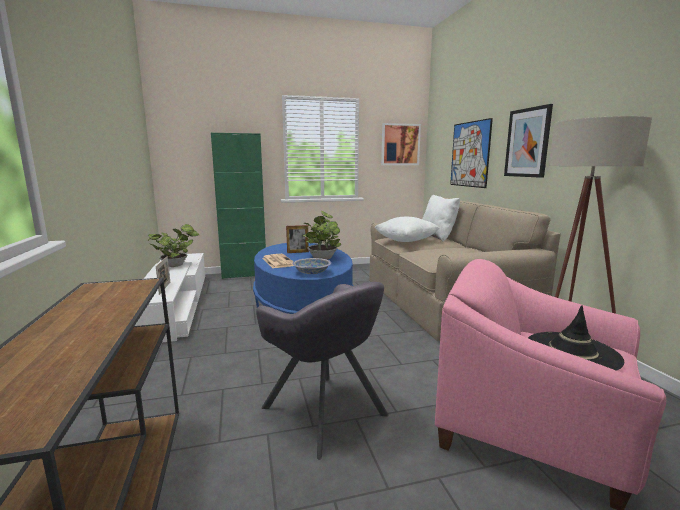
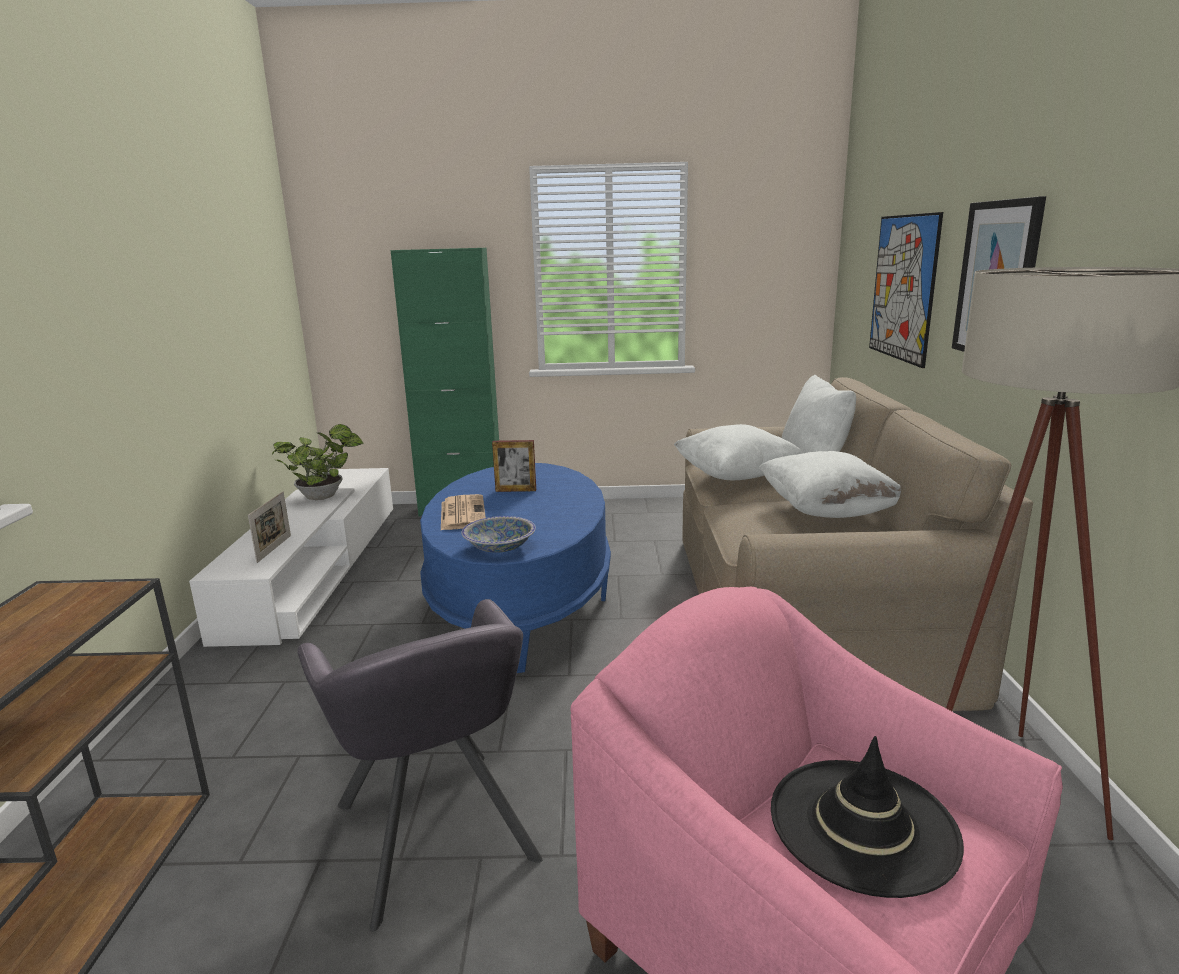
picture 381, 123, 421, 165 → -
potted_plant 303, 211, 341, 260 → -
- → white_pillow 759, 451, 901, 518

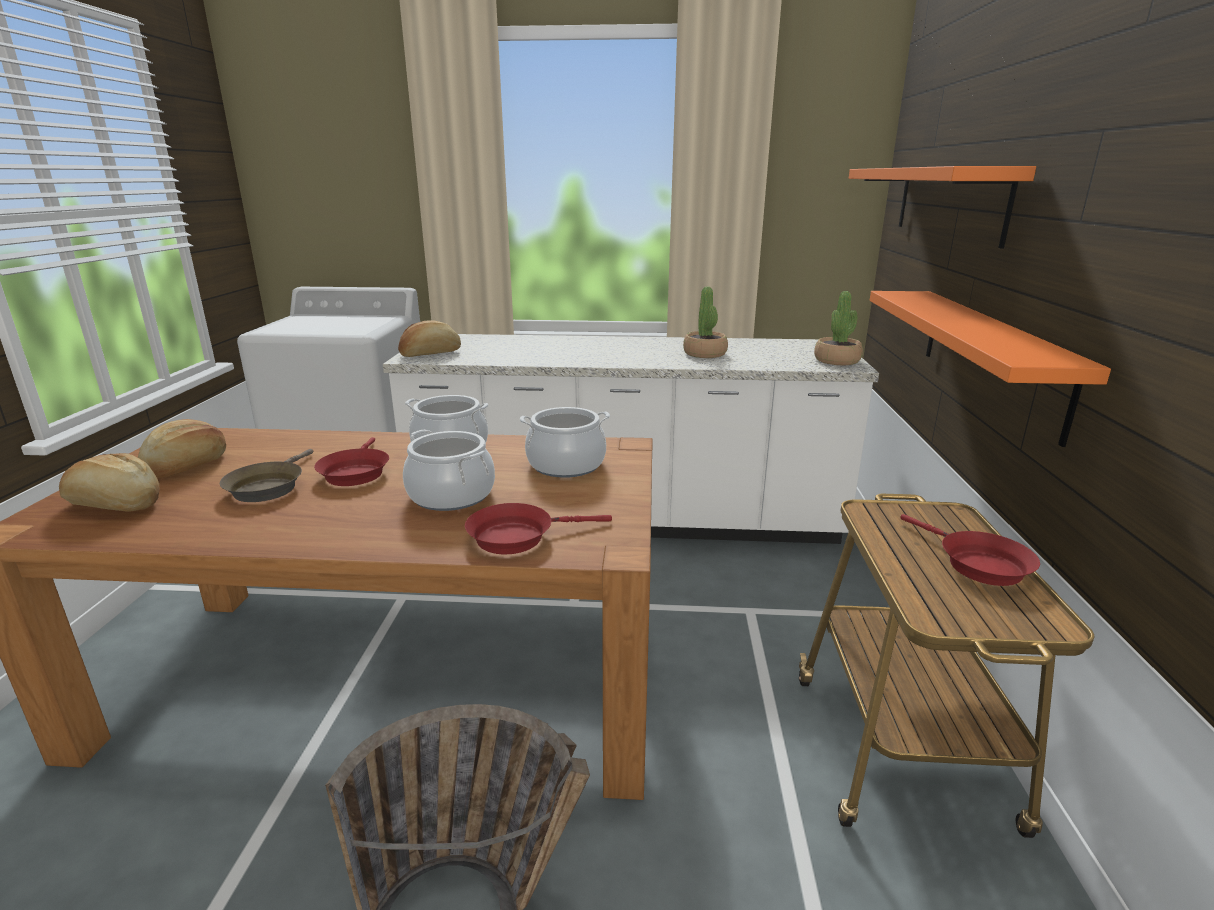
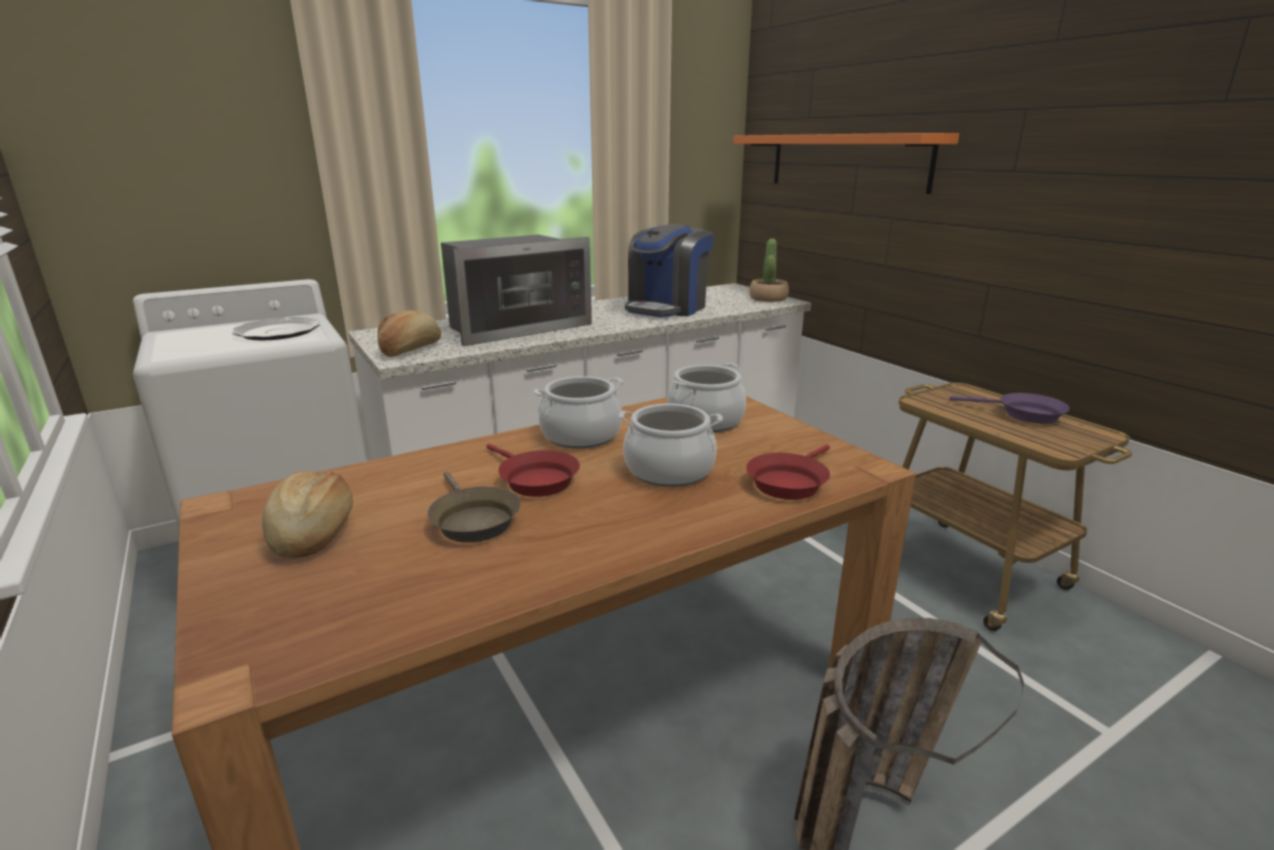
potted_plant 683, 287, 728, 358 → coffee_machine 625, 224, 714, 317
orange_shelf 870, 291, 1111, 447 → -
bread 59, 453, 160, 512 → -
red_frying_pan 900, 514, 1040, 586 → purple_frying_pan 949, 393, 1070, 424
- → microwave 441, 235, 592, 346
- → plate 232, 317, 321, 340

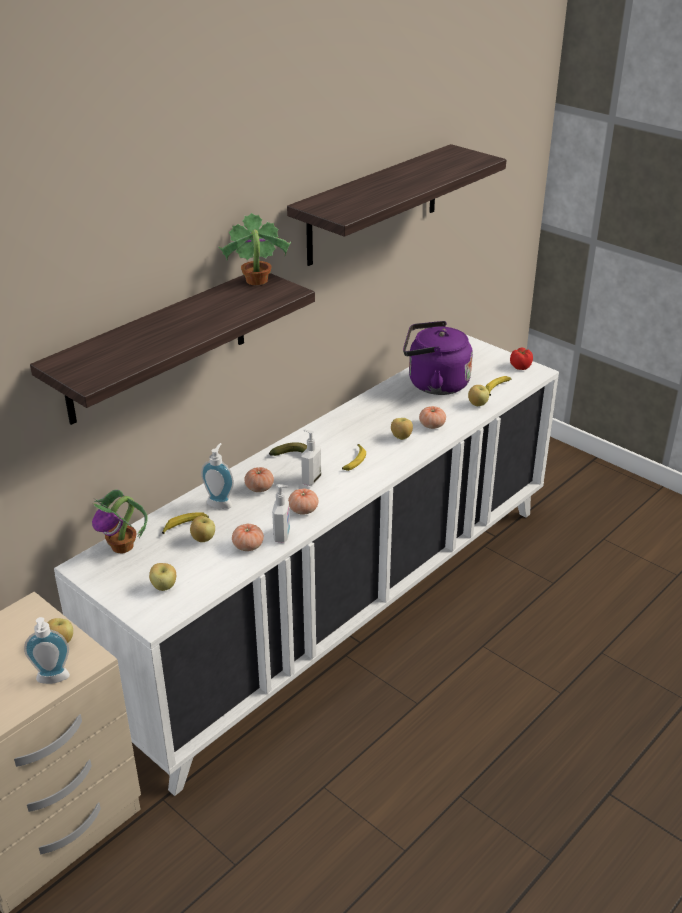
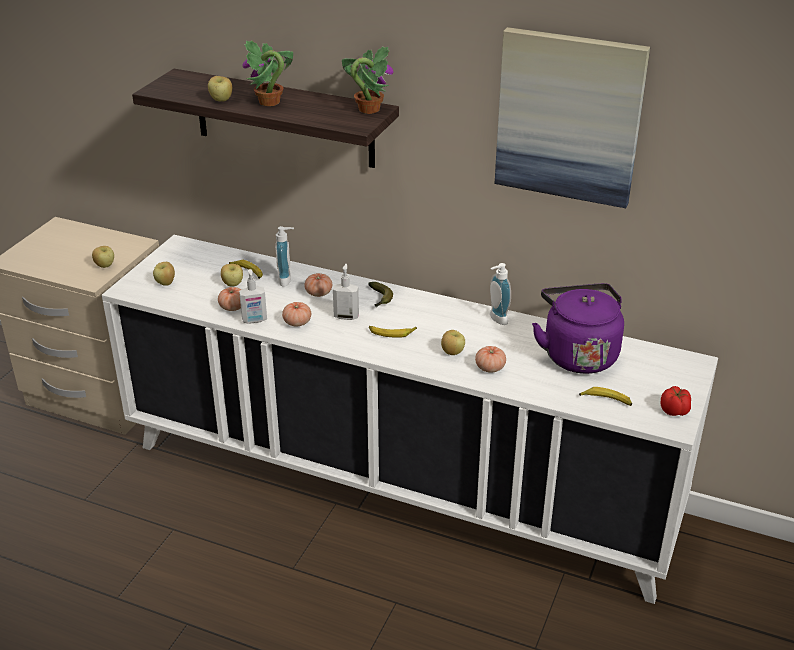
shelf 287, 144, 507, 266 → picture 495, 27, 650, 208
apple 468, 385, 489, 406 → apple 208, 76, 232, 102, move
potted_plant 92, 490, 147, 553 → potted_plant 243, 40, 293, 106, move
soap_dispenser 24, 617, 70, 684 → soap_dispenser 490, 263, 511, 325, move

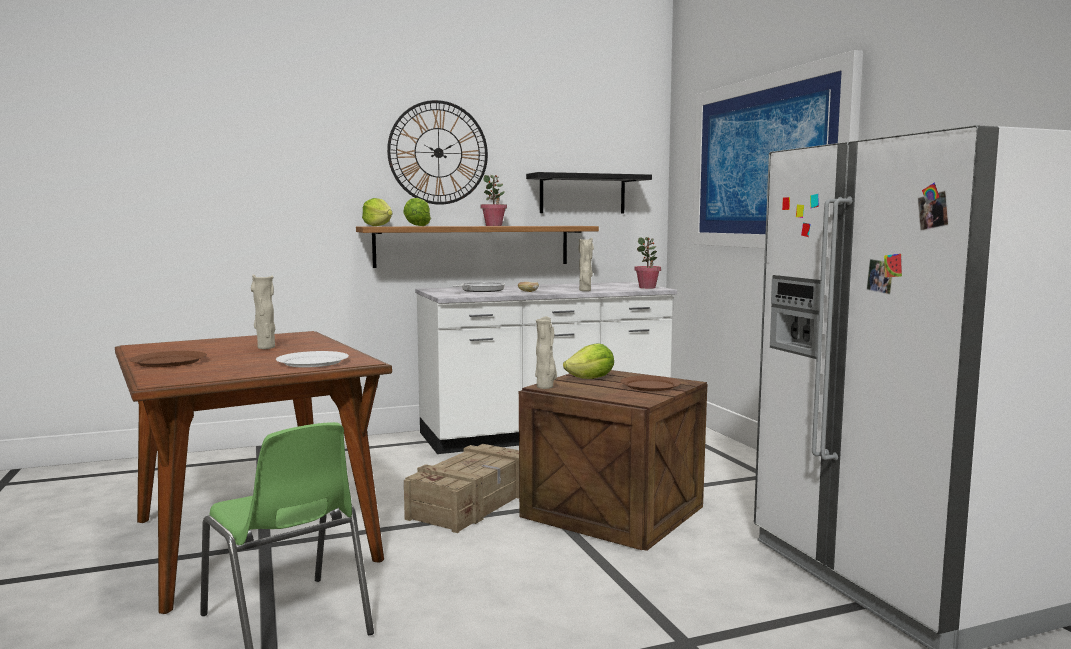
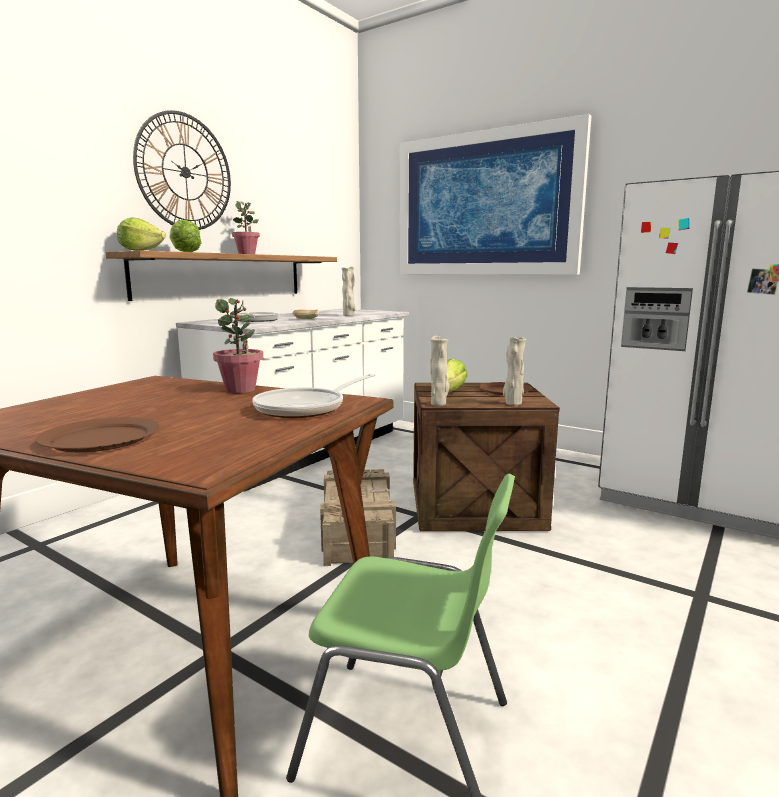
black_shelf 526, 172, 652, 214 → -
potted_plant 634, 237, 661, 289 → potted_plant 213, 298, 263, 393, move
beige_vase 251, 274, 275, 349 → beige_vase 503, 337, 526, 406, move
white_plate 276, 351, 349, 367 → frying_pan 252, 373, 375, 418

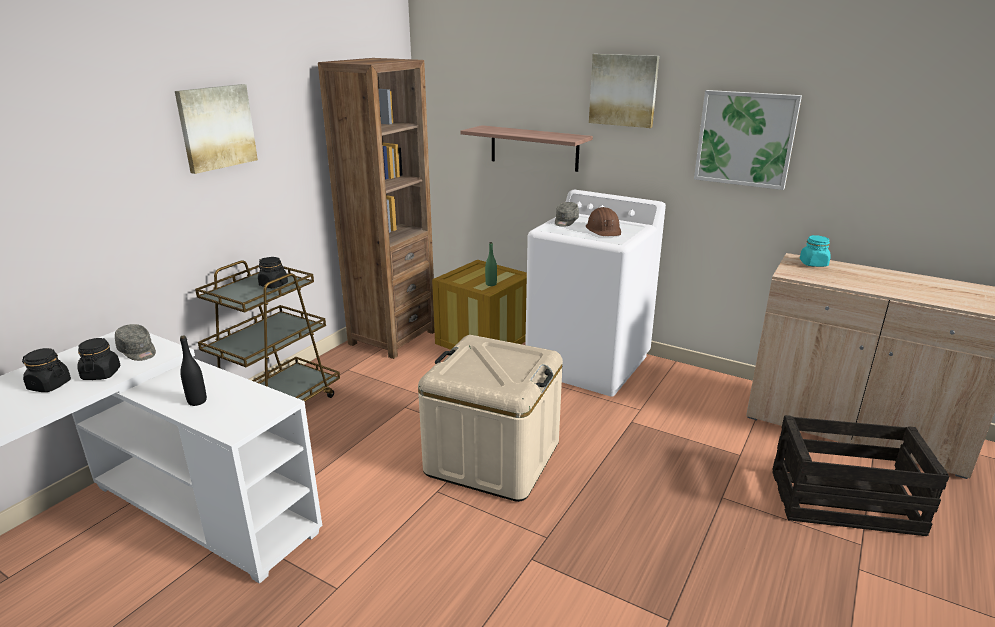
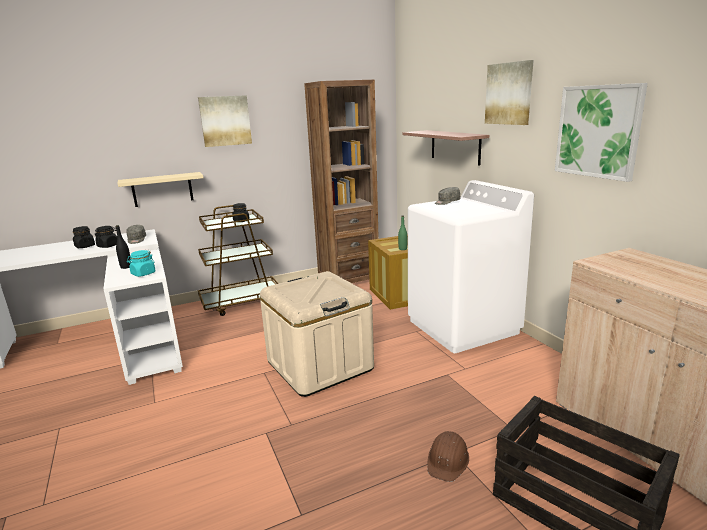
brown_hard_hat 586, 207, 621, 236 → brown_hard_hat 427, 431, 469, 482, move
turquoise_jar 800, 235, 831, 267 → turquoise_jar 127, 250, 156, 277, move
- → beige_shelf 118, 172, 203, 207

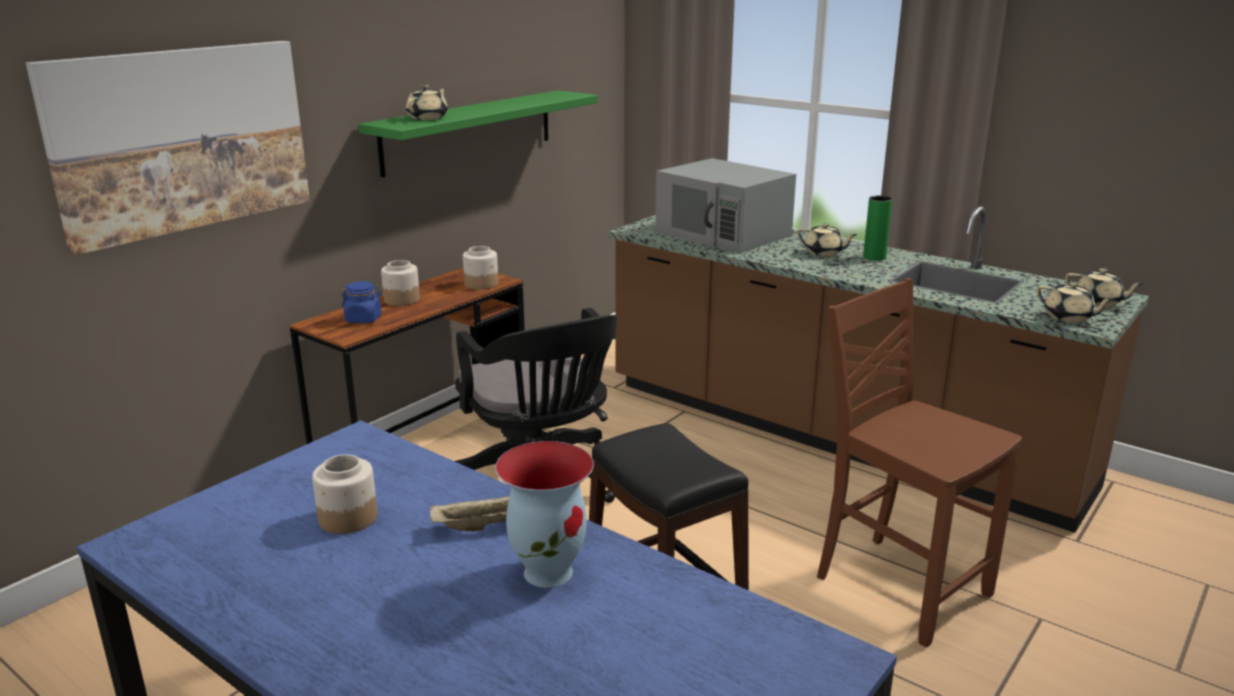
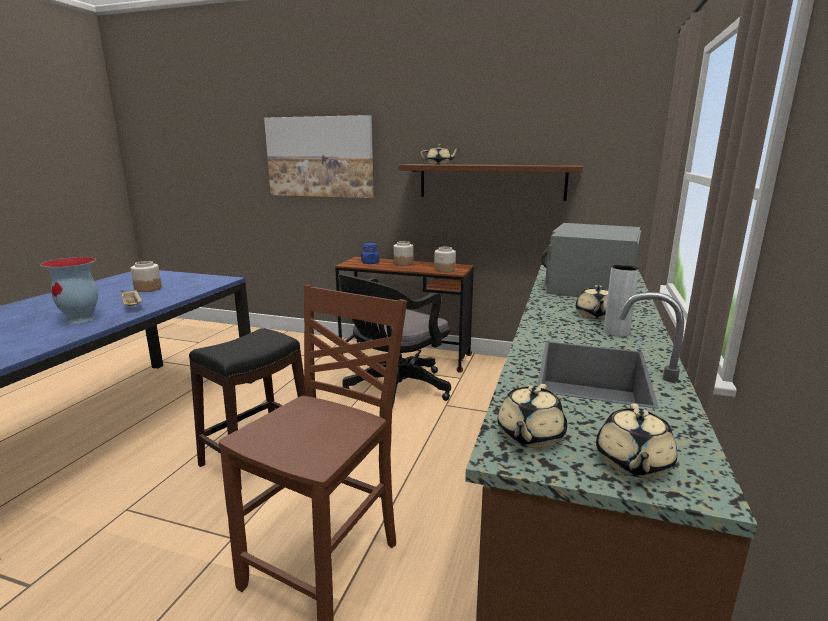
green_shelf 358, 90, 598, 177 → brown_shelf 399, 164, 583, 201
green_vase 863, 196, 893, 261 → grey_vase 604, 265, 639, 337

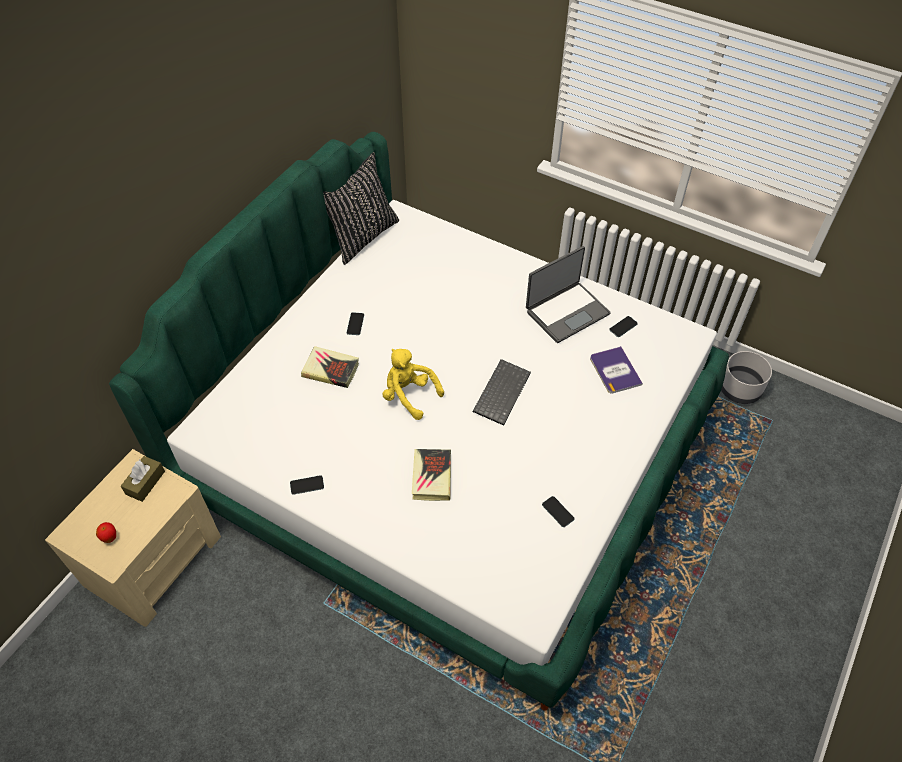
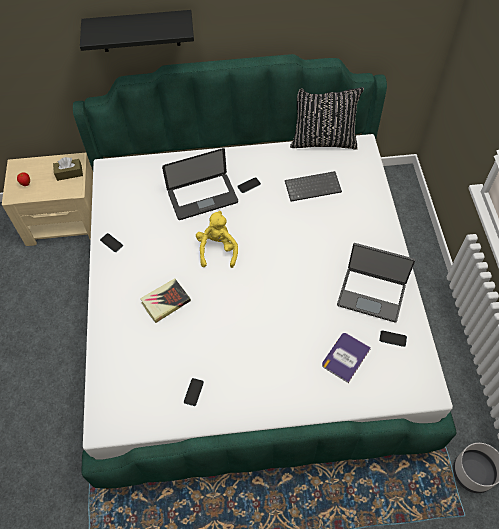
book 301, 346, 359, 388 → laptop 162, 148, 238, 220
keyboard 473, 359, 531, 426 → keyboard 285, 171, 342, 202, move
- → black_shelf 80, 10, 194, 52

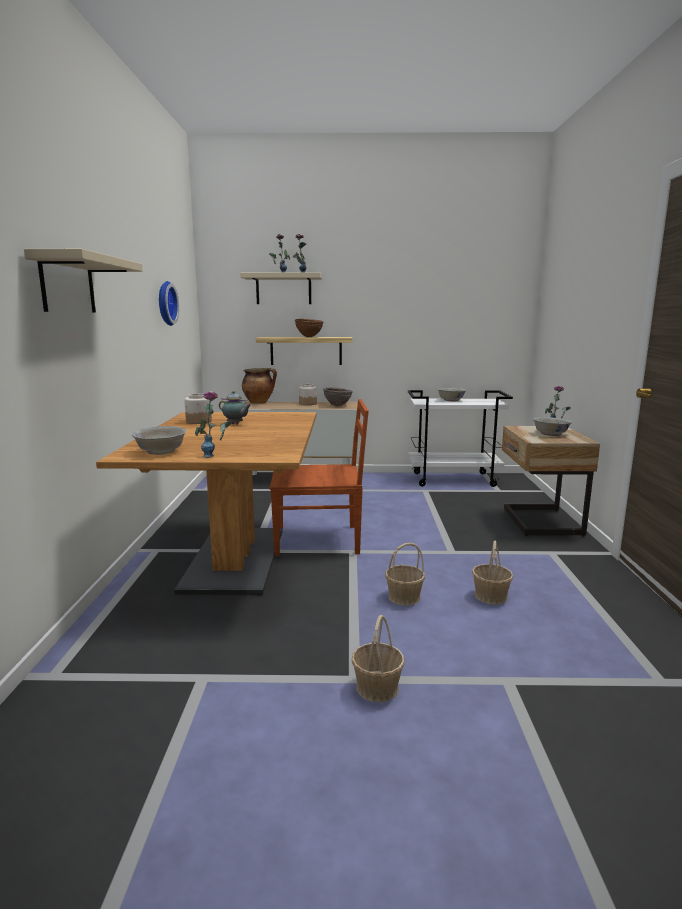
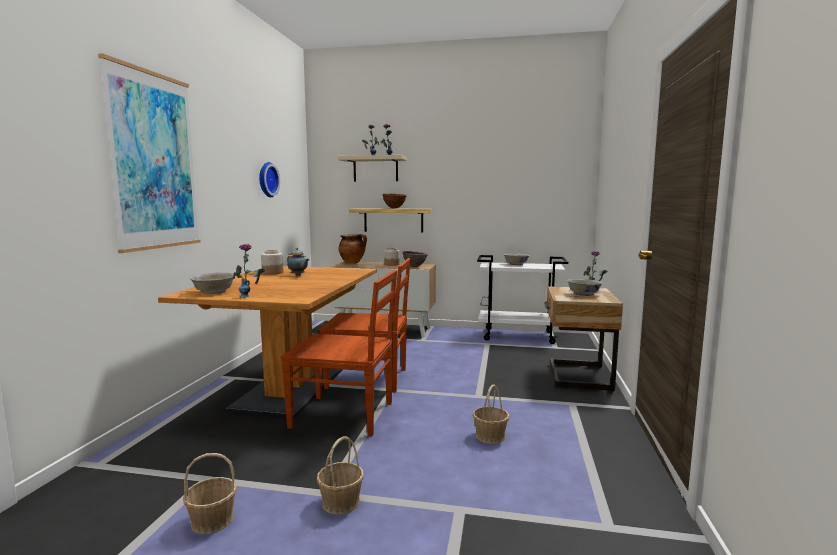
beige_shelf 24, 249, 142, 312 → picture 98, 53, 200, 253
basket 385, 543, 425, 606 → basket 183, 453, 237, 534, move
- → brown_chair 280, 270, 397, 436

